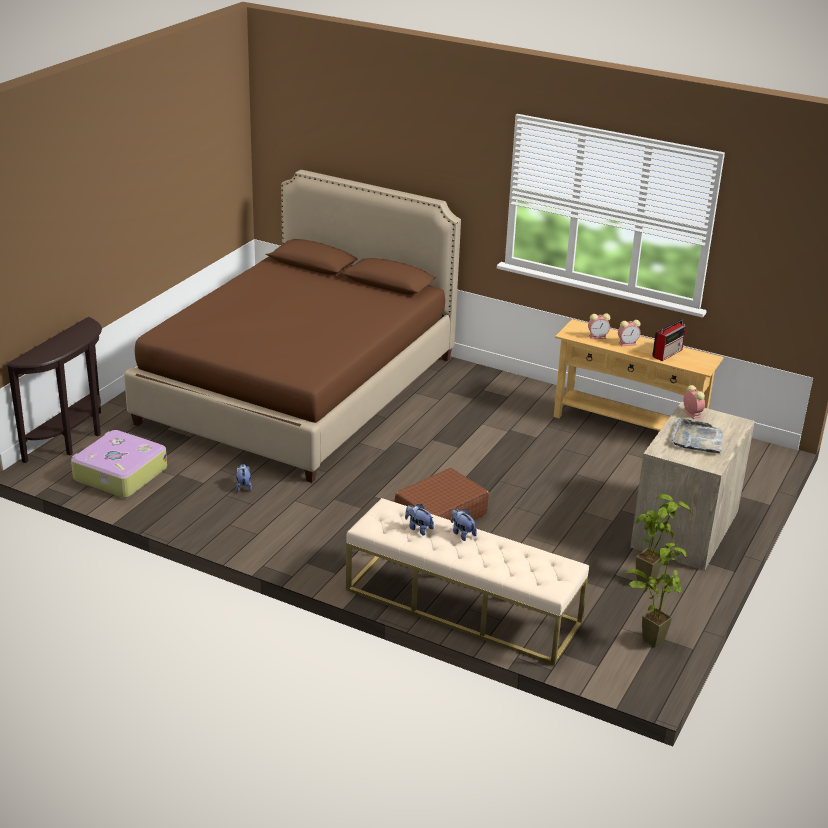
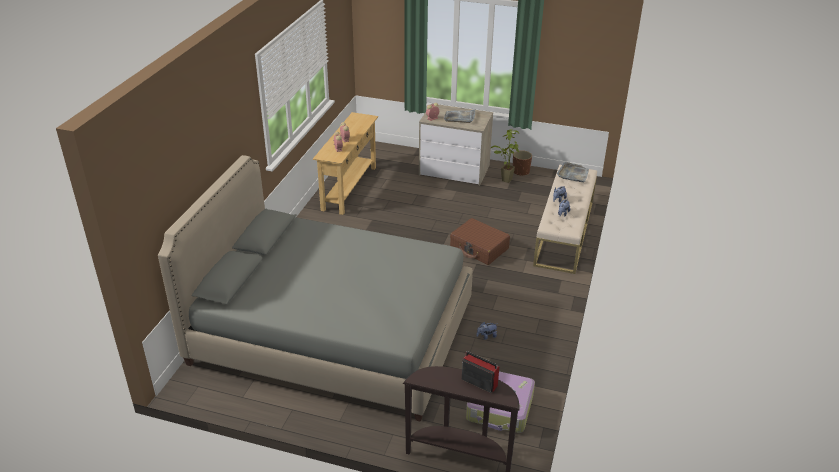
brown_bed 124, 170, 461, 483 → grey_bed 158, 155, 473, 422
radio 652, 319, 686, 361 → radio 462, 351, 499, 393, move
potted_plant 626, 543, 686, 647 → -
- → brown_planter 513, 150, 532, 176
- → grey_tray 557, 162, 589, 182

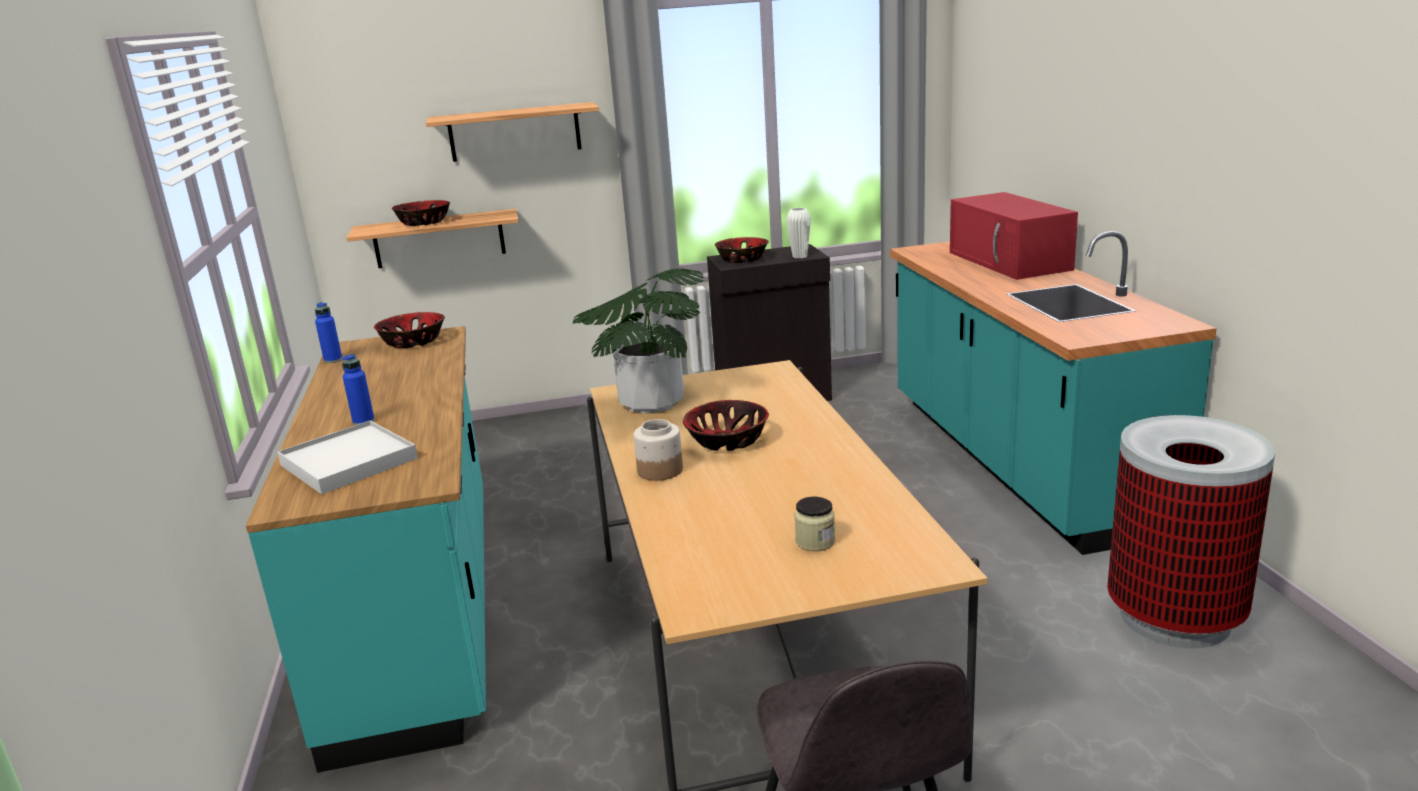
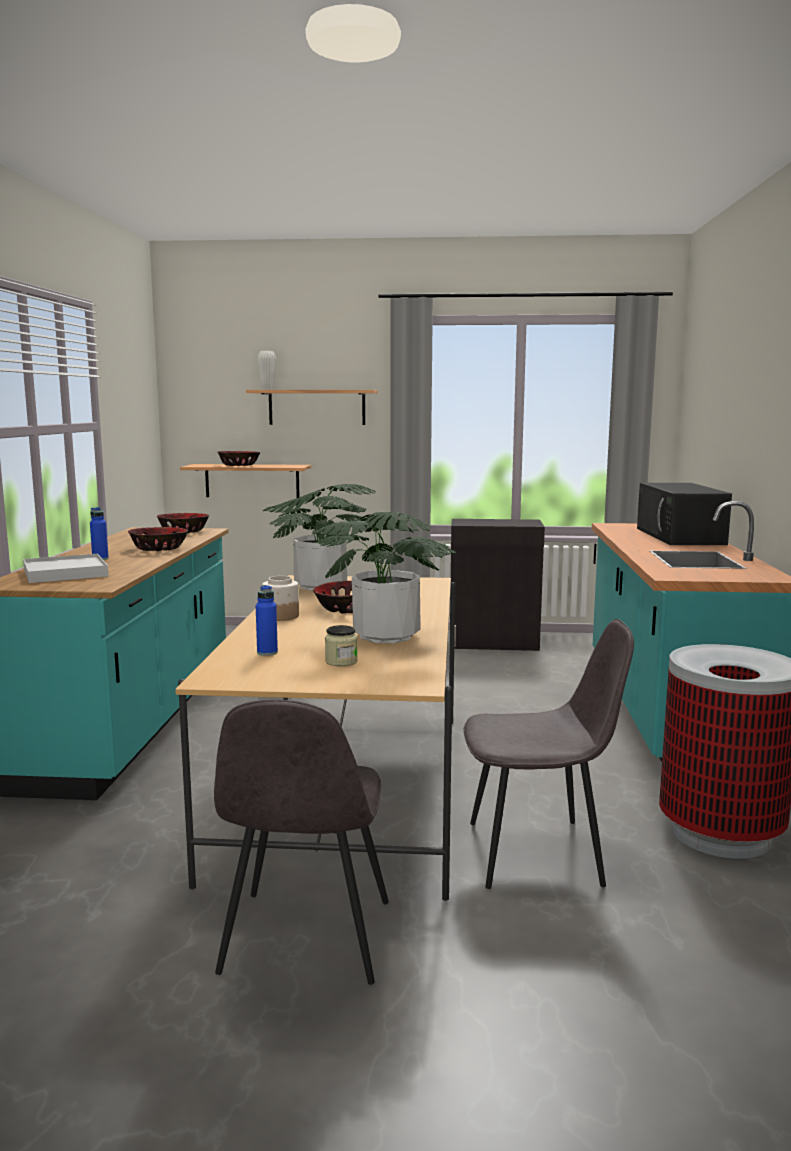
red_microwave 950, 192, 1078, 280 → black_microwave 637, 483, 732, 545
white_vase 786, 208, 811, 259 → white_vase 257, 351, 276, 390, move
bowl 715, 237, 769, 263 → bowl 128, 527, 188, 551, move
blue_bottle 315, 302, 342, 363 → blue_bottle 256, 585, 278, 656, move
- → potted_plant 312, 512, 457, 643
- → grey_chair 464, 619, 634, 889

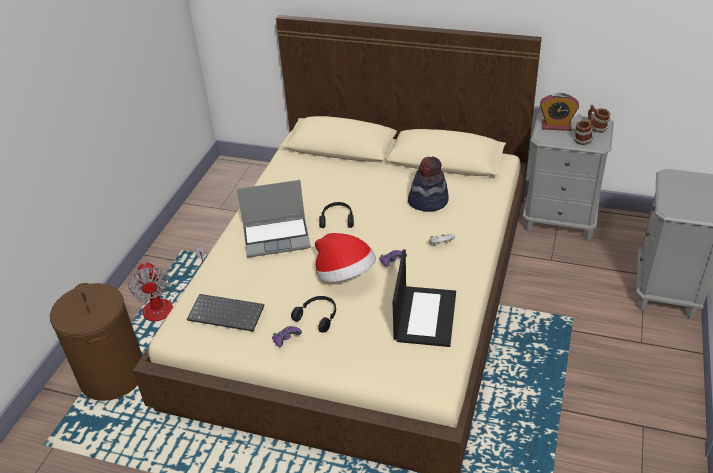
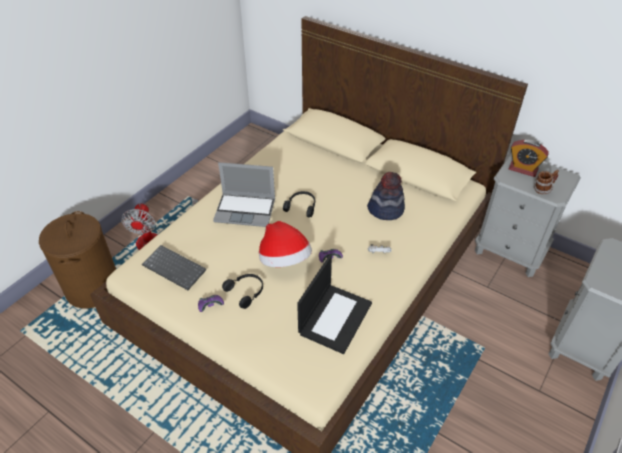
mug 588, 105, 610, 133 → -

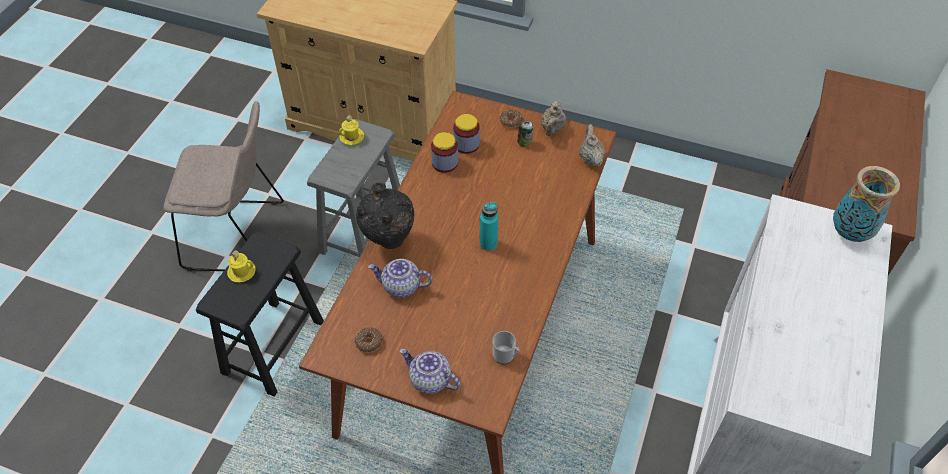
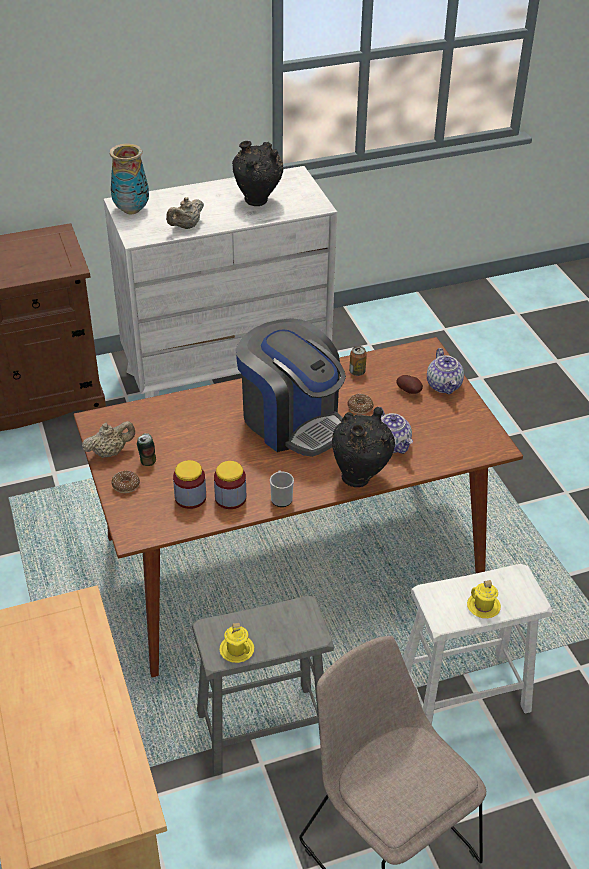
beige_teapot 579, 124, 606, 166 → beige_teapot 166, 197, 204, 229, move
turquoise_bottle 480, 202, 498, 251 → coffee_machine 236, 318, 346, 457
black_stool 196, 232, 324, 396 → white_stool 403, 564, 552, 725
donut 355, 327, 383, 353 → donut 347, 394, 373, 414, move
mug 492, 331, 520, 364 → mug 270, 470, 294, 507, move
- → black_vase 232, 141, 283, 206
- → can 349, 346, 367, 376
- → potato 396, 375, 423, 394

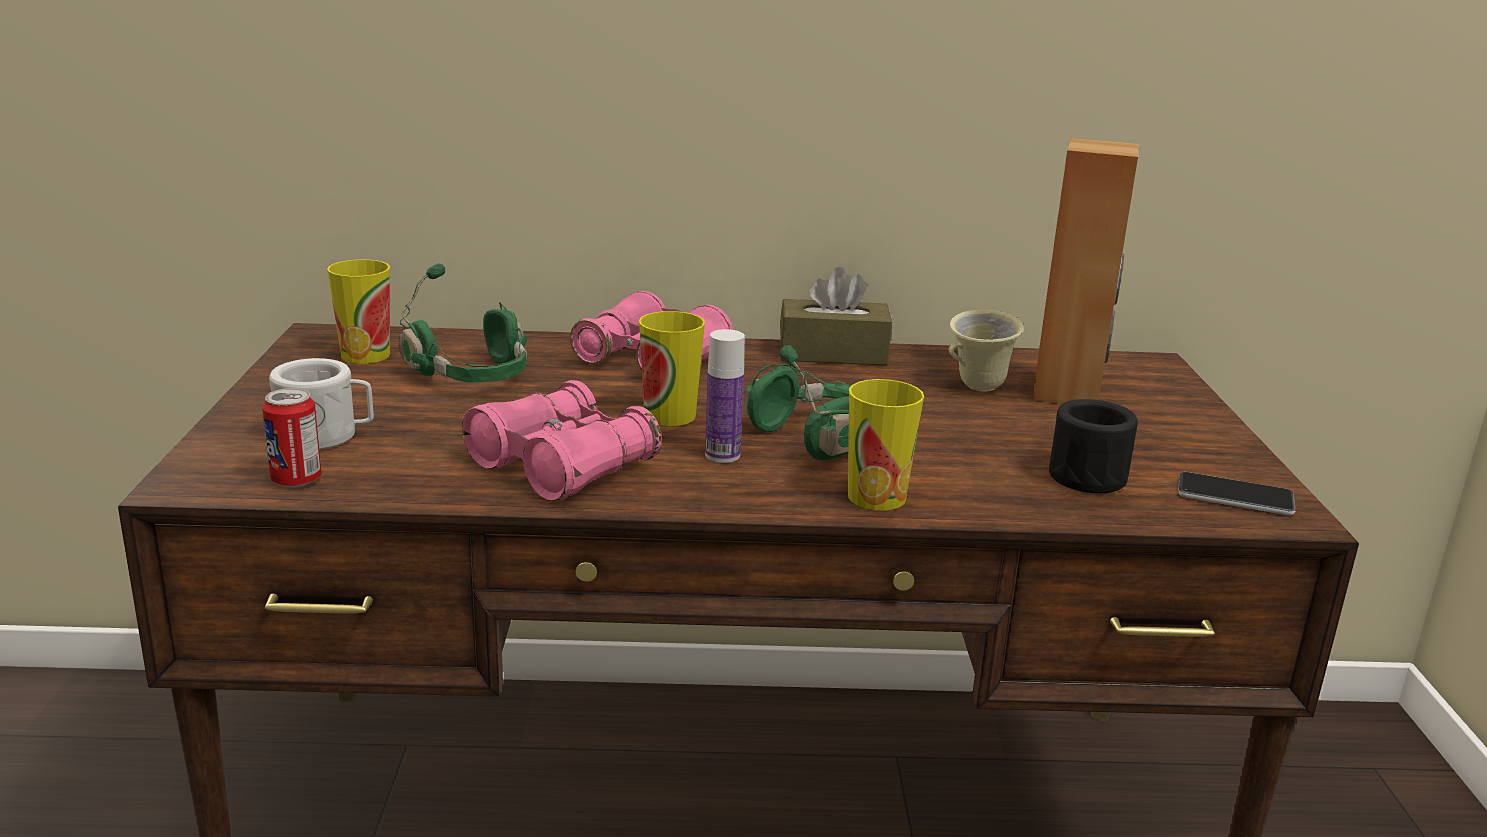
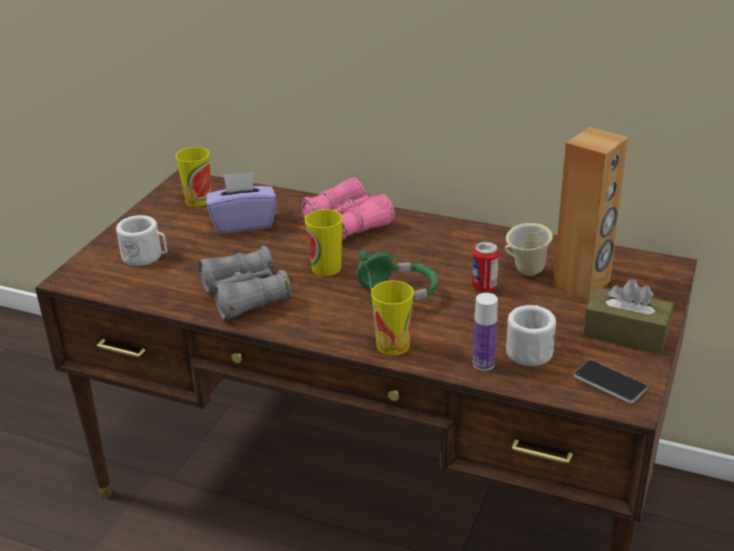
green_headphones 399, 263, 527, 383 → purple_tissue_box 206, 172, 277, 233
brown_tissue_box 780, 267, 892, 366 → brown_tissue_box 583, 279, 674, 353, move
bottle 705, 329, 745, 463 → bottle 473, 293, 498, 371, move
pink_binoculars 462, 380, 662, 501 → grey_binoculars 198, 246, 292, 320
can 262, 388, 322, 488 → can 472, 242, 499, 292, move
black_mug 1049, 399, 1138, 493 → white_mug 506, 305, 556, 366

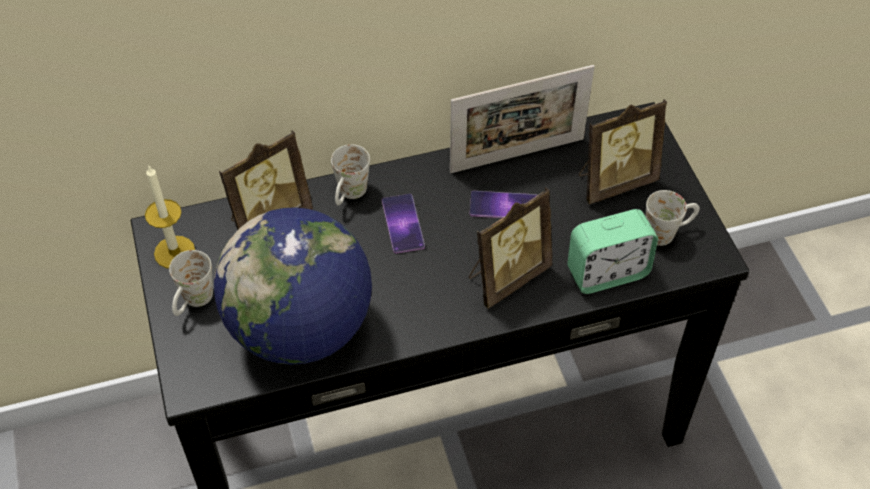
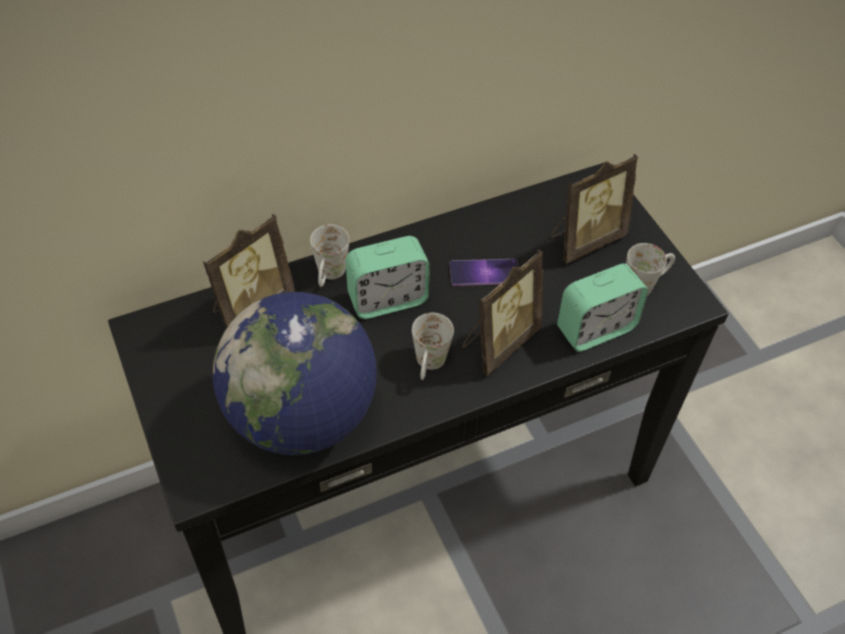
picture_frame 450, 65, 595, 173 → -
candle 145, 166, 195, 268 → -
phone 382, 194, 425, 254 → alarm_clock 345, 236, 430, 319
white_mug 169, 250, 213, 316 → white_mug 412, 313, 454, 380, move

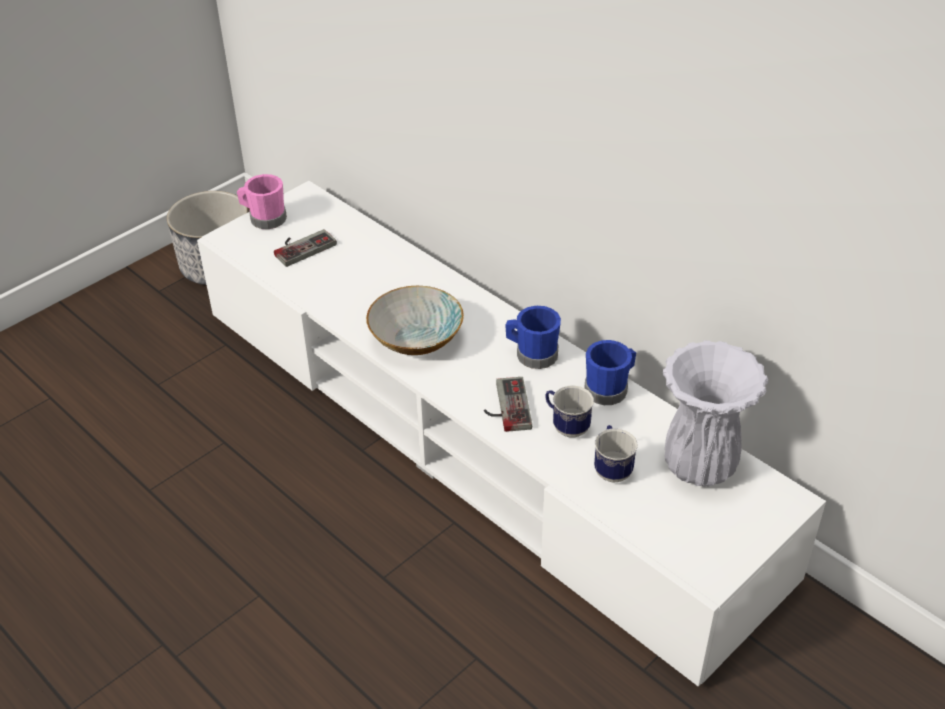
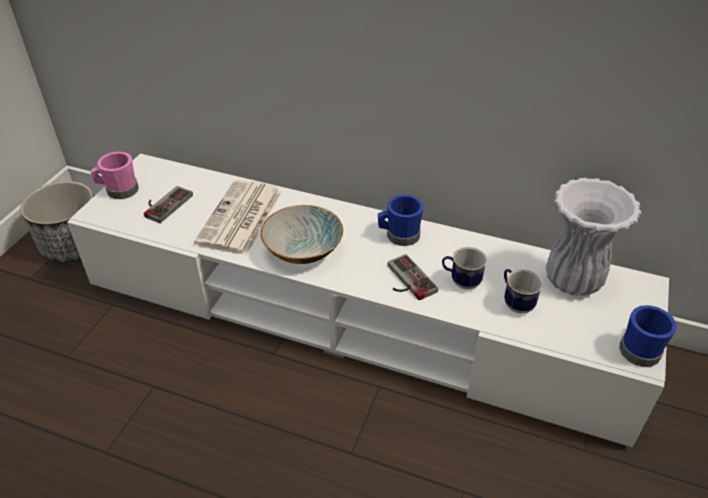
blue_mug 585, 340, 636, 405 → blue_mug 619, 305, 677, 367, move
- → newspaper 194, 180, 282, 255

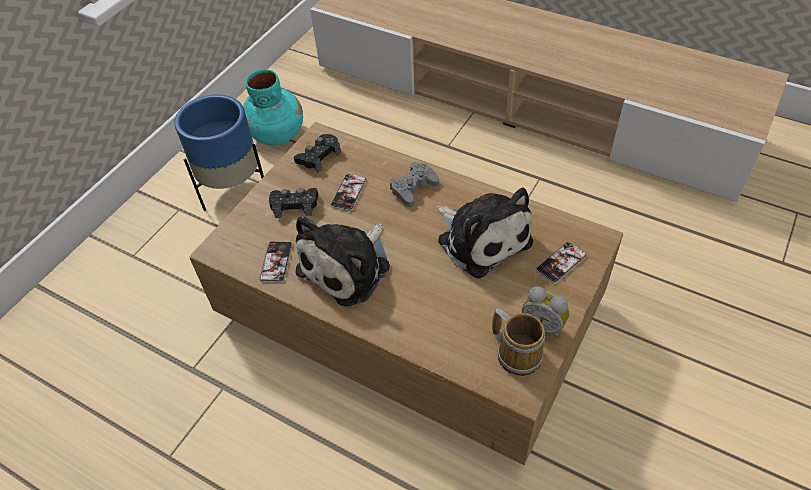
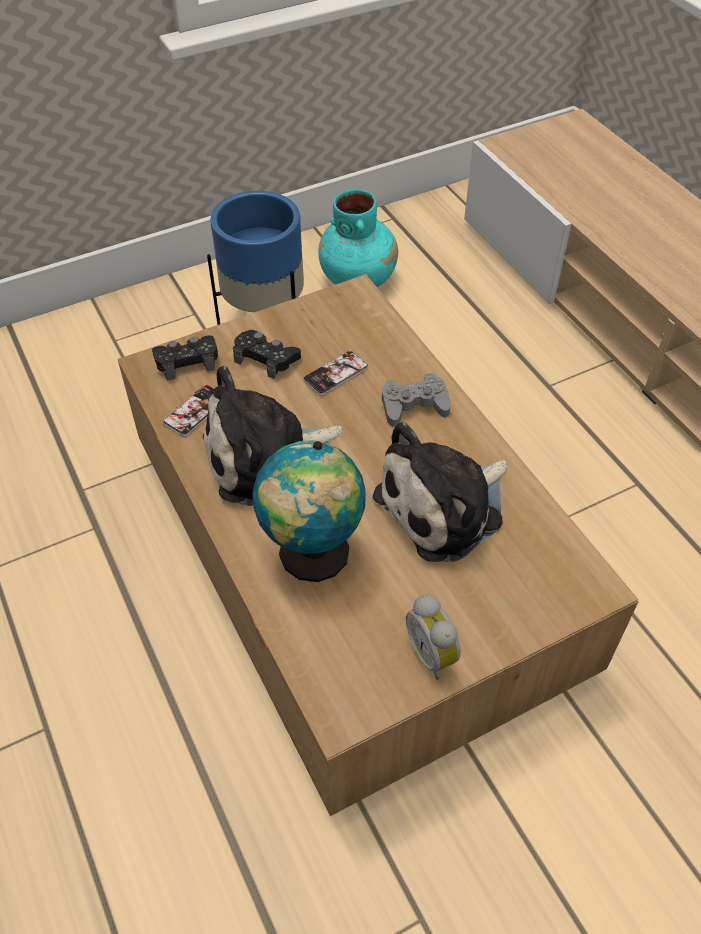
black_game_controller 294, 134, 341, 172 → black_game_controller 152, 335, 218, 381, move
plush_toy 437, 188, 533, 279 → plush_toy 373, 422, 508, 562, 60 degrees clockwise
phone 536, 242, 587, 284 → -
mug 492, 308, 545, 376 → -
- → globe 252, 440, 366, 582

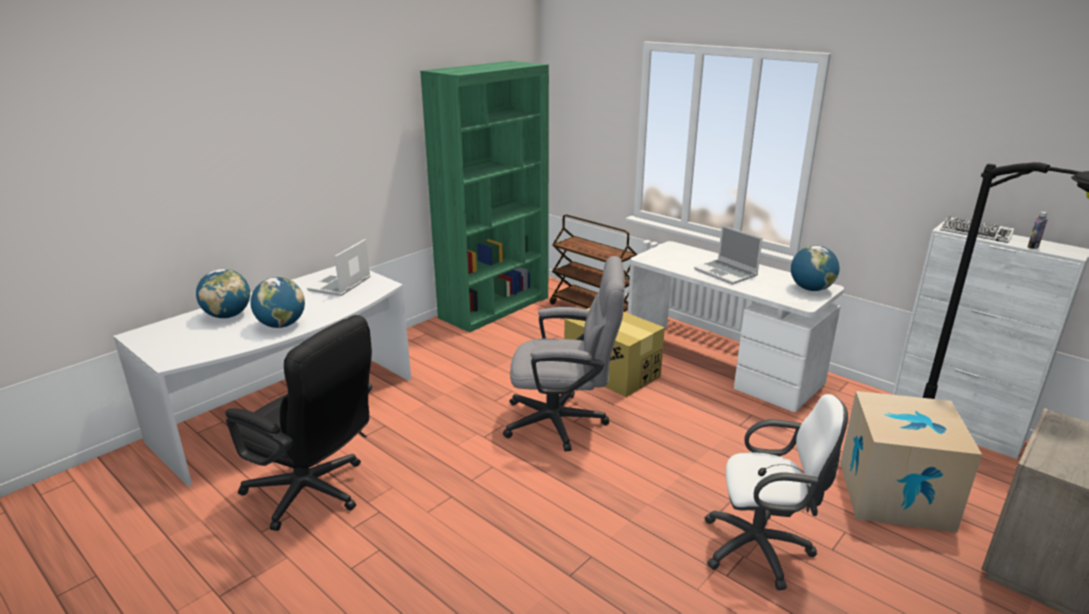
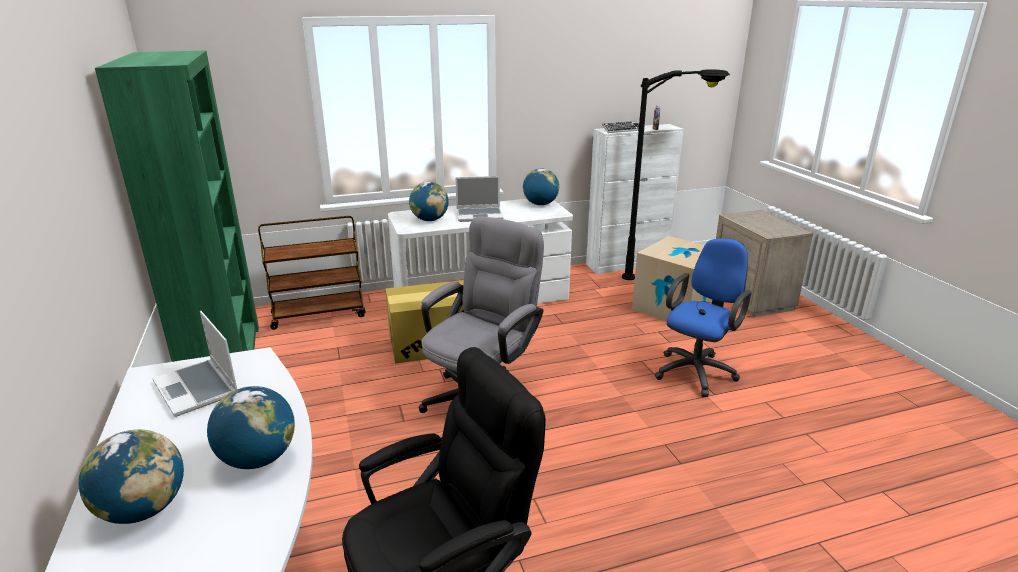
white_office_chair 704, 394, 848, 590 → blue_office_chair 655, 239, 752, 397
- → globe 409, 182, 449, 221

